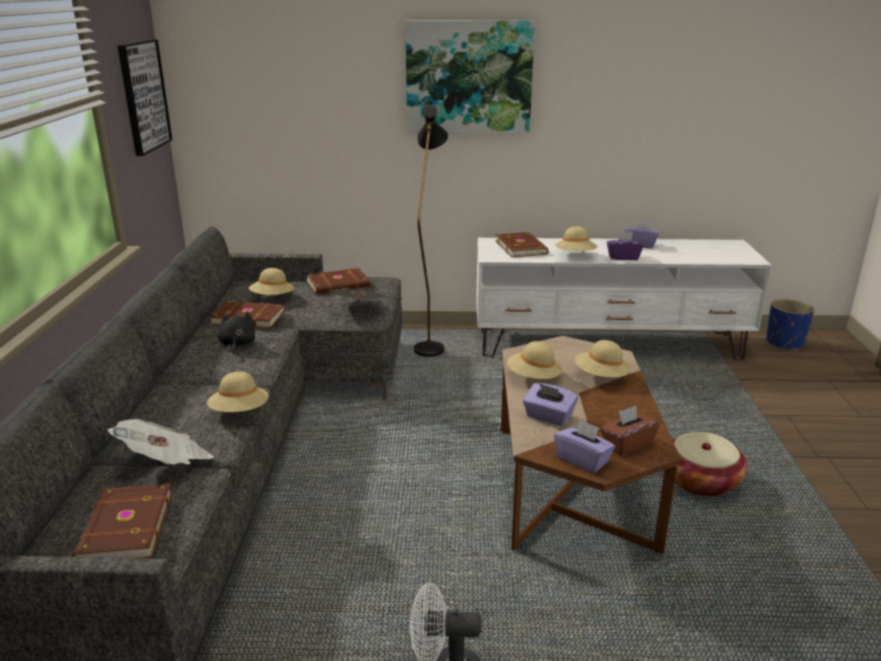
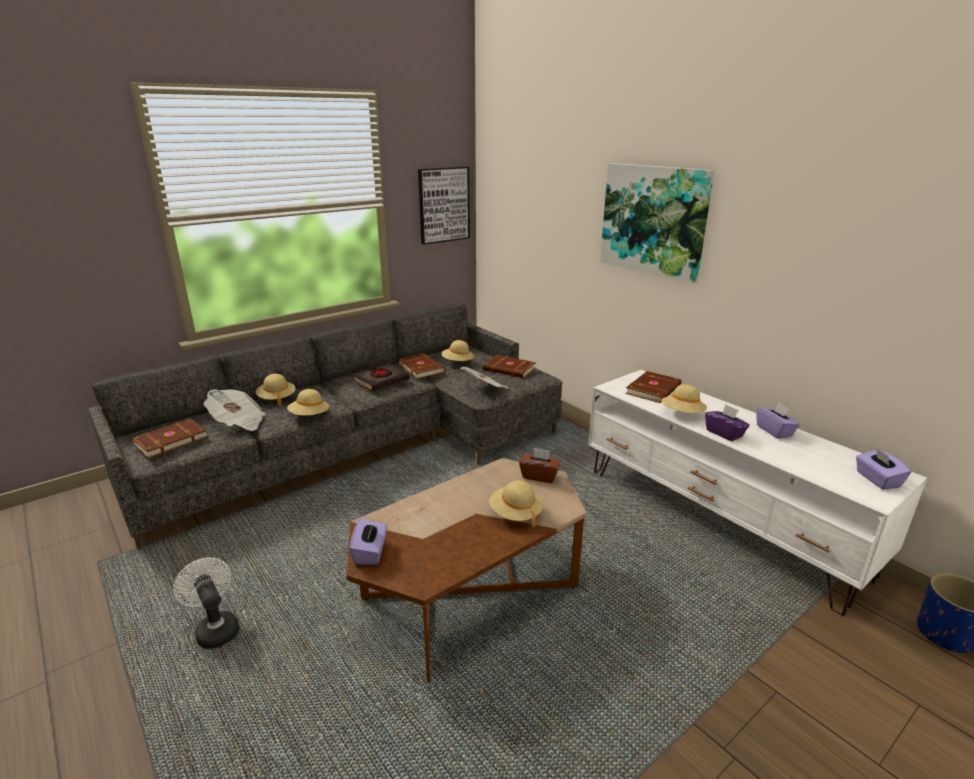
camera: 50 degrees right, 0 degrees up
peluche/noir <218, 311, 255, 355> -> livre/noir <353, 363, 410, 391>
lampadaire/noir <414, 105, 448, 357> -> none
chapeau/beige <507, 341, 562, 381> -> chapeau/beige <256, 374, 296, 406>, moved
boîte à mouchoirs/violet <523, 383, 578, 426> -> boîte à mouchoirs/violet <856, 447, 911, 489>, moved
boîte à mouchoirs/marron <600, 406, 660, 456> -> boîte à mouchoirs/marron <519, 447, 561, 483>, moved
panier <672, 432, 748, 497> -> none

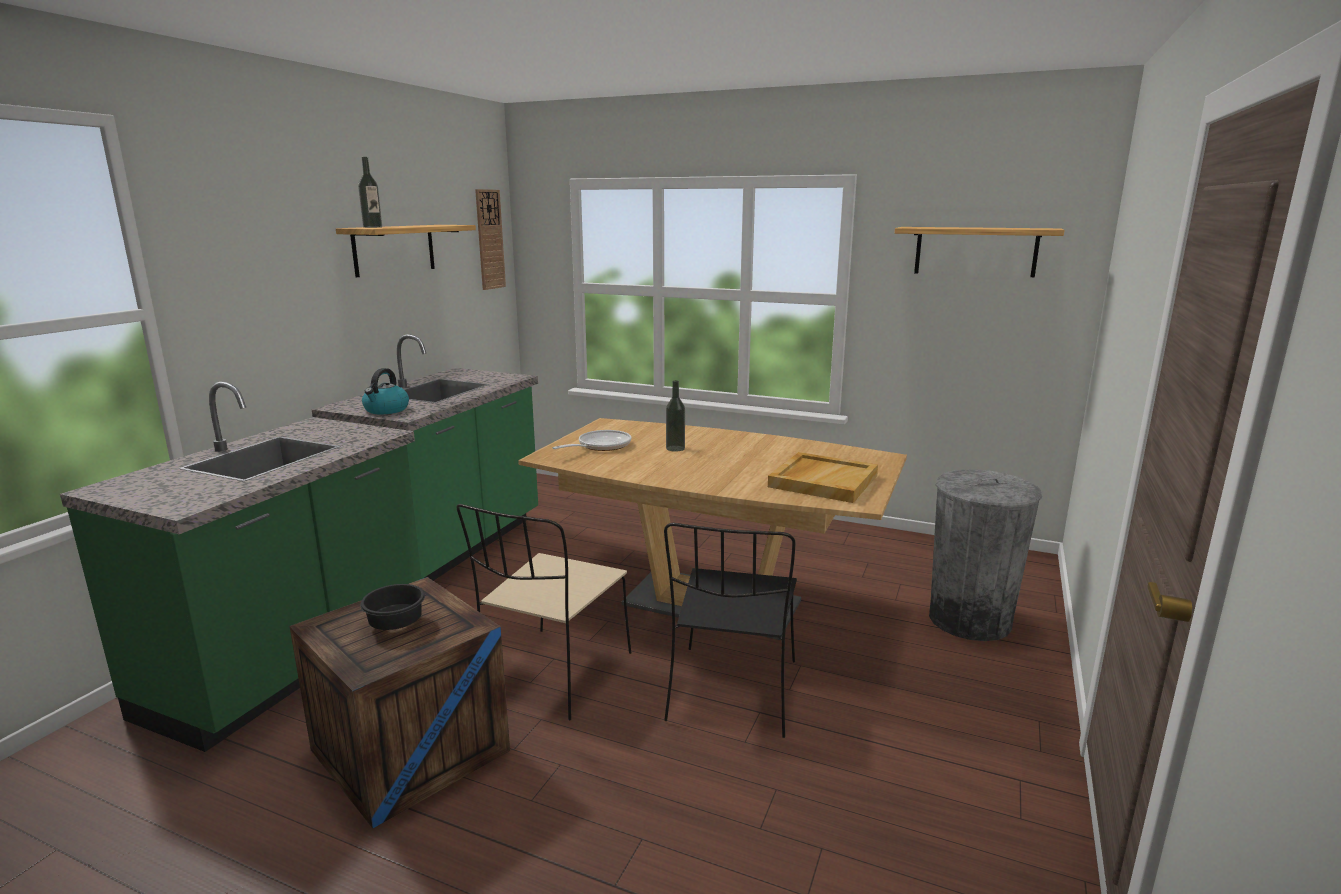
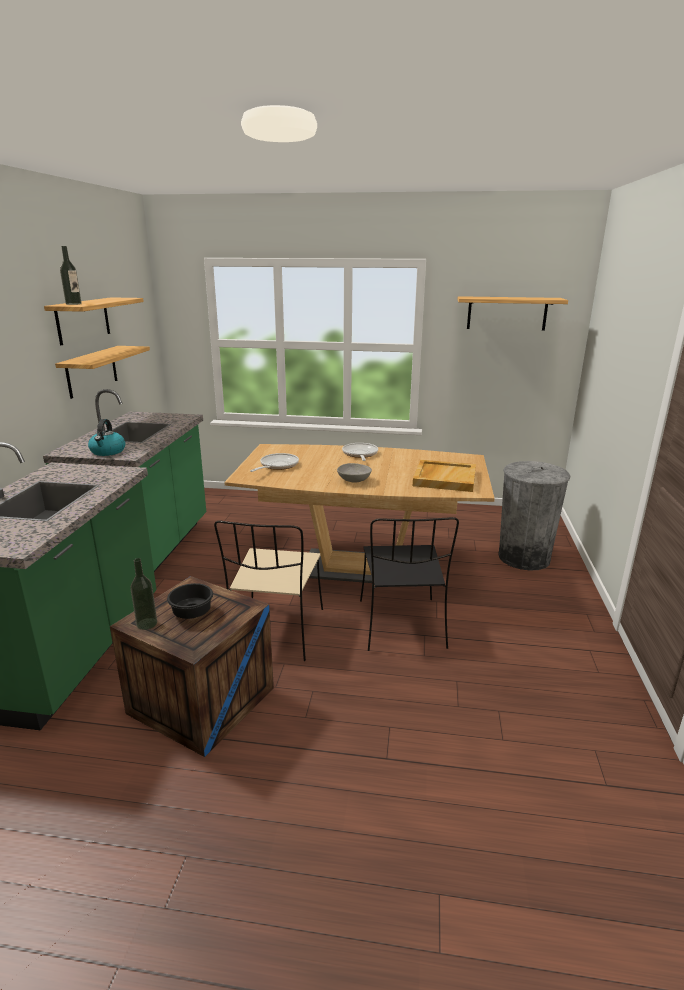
camera: 15 degrees left, 5 degrees up
horloge murale <475, 189, 506, 290> -> none
bouteille <666, 380, 685, 452> -> bouteille <131, 558, 157, 630>, moved
none -> étagère <55, 346, 150, 399>
none -> bol/gris <337, 463, 372, 483>
none -> poêle <342, 443, 378, 461>

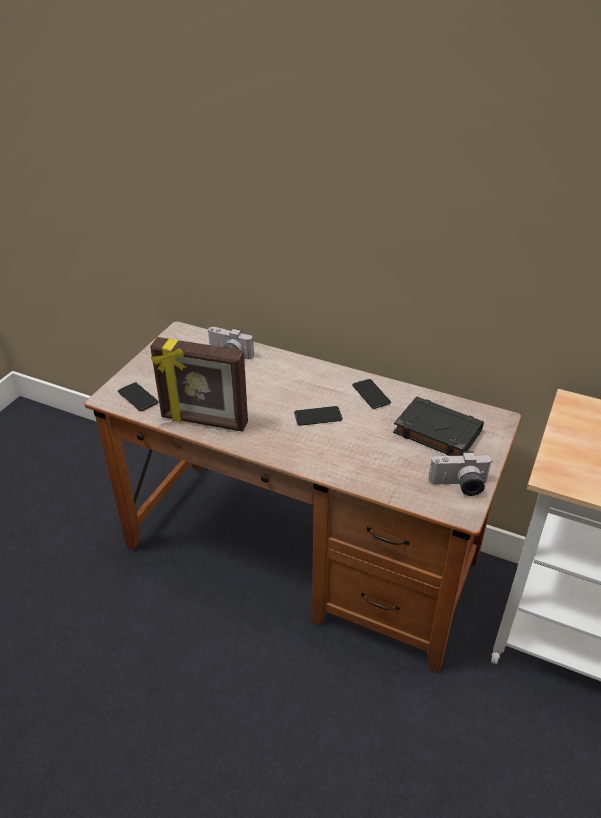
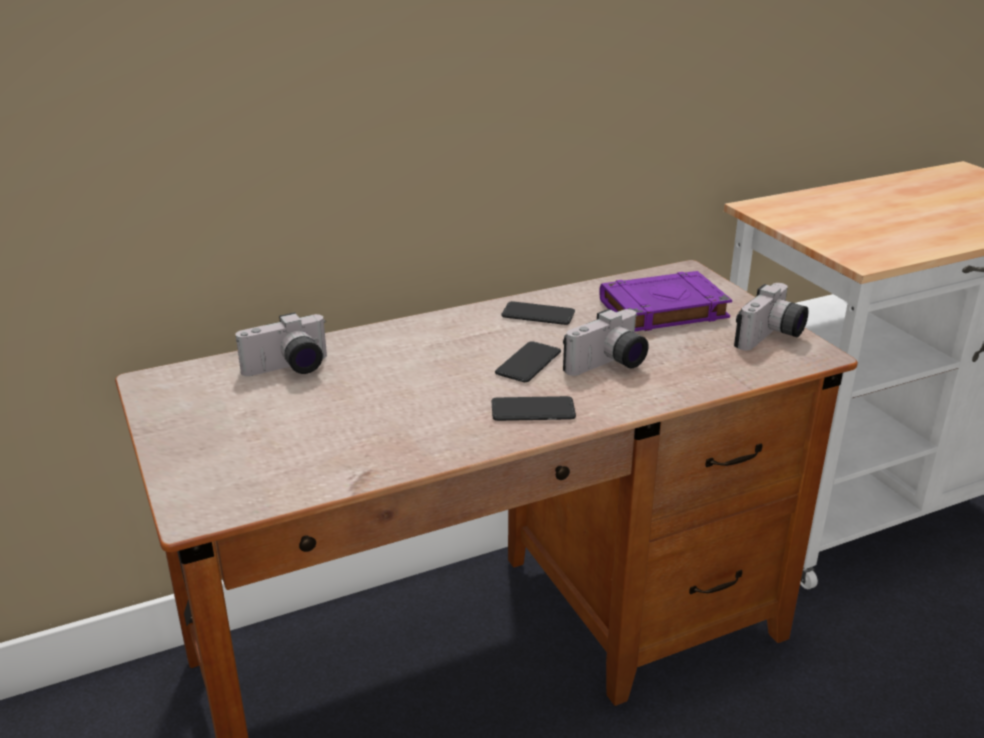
camera: 50 degrees left, 10 degrees down
téléphone <118, 382, 159, 411> -> téléphone <491, 396, 576, 421>, moved
cadre photo <150, 337, 248, 432> -> none
livre/noir <393, 396, 484, 456> -> livre/violet <599, 271, 732, 331>
none -> appareil photo <563, 309, 649, 376>

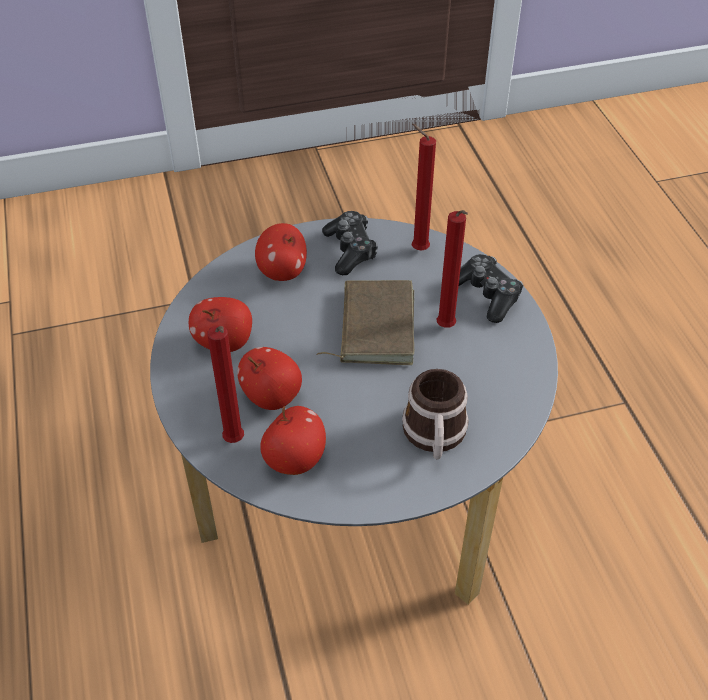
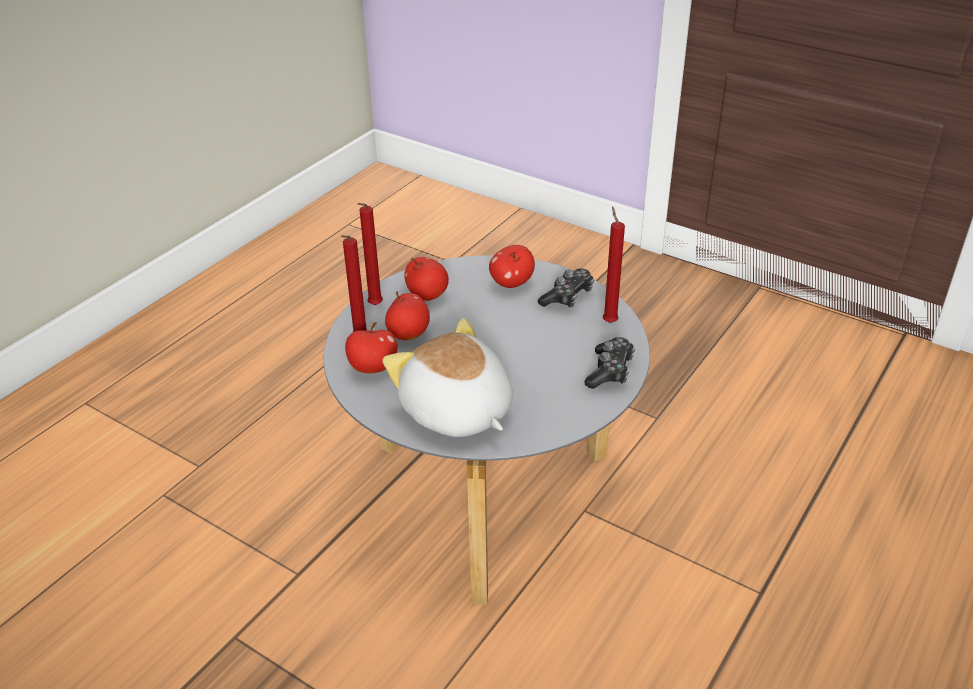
camera: 50 degrees right, 10 degrees down
livre/marron <317, 280, 414, 365> -> none
mug <402, 369, 469, 460> -> peluche <382, 318, 513, 437>
bougie/rouge <437, 210, 468, 328> -> bougie/rouge <357, 203, 383, 305>, moved

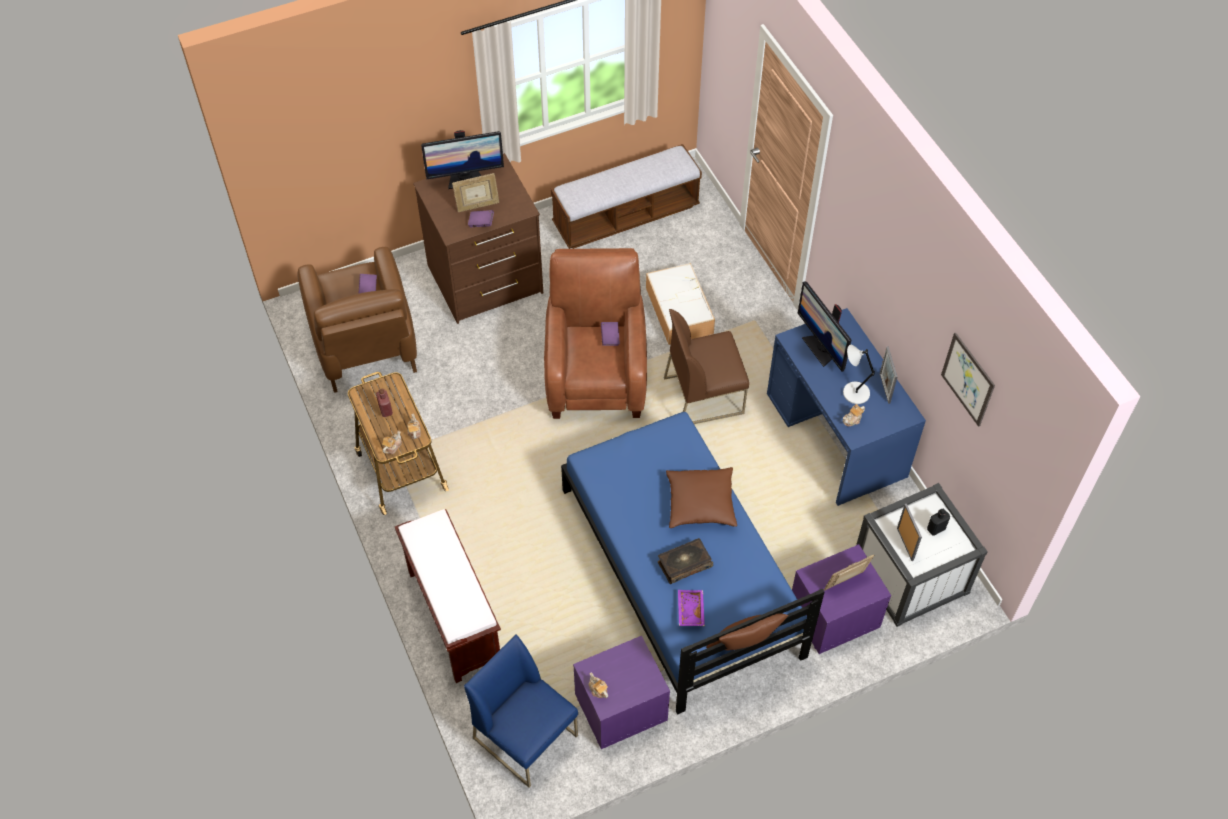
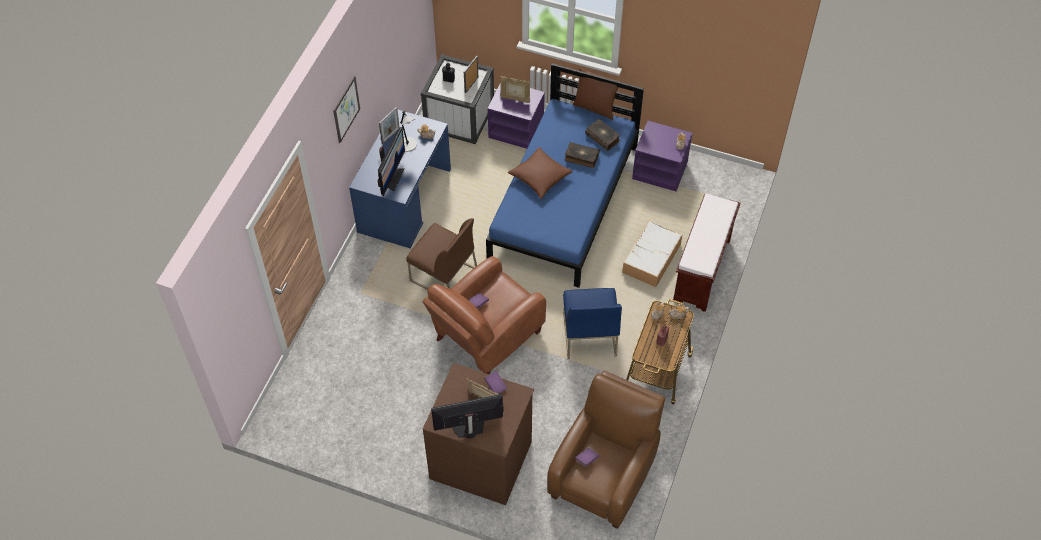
camera: 135 degrees left, 0 degrees up
écran d'ordinateur <421, 130, 504, 189> -> écran d'ordinateur <431, 394, 504, 438>, 45 degrees counterclockwise
chaise/bleu <464, 634, 578, 788> -> chaise/bleu <563, 288, 622, 359>, moved
banc <550, 144, 702, 249> -> none
boîte de rangement <646, 263, 715, 345> -> boîte de rangement <622, 220, 683, 287>, moved
plateau/violet <678, 590, 705, 626> -> livre <585, 119, 620, 151>
tableau <941, 332, 995, 427> -> tableau <333, 76, 360, 143>, moved

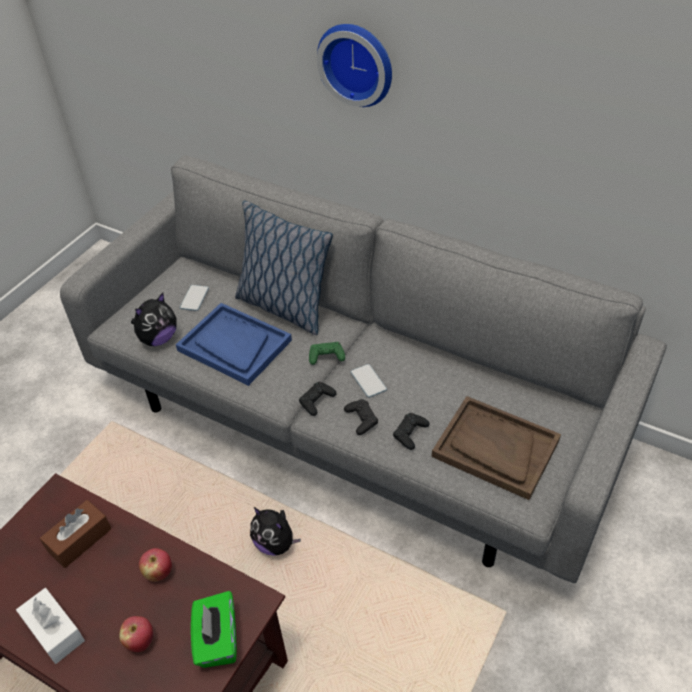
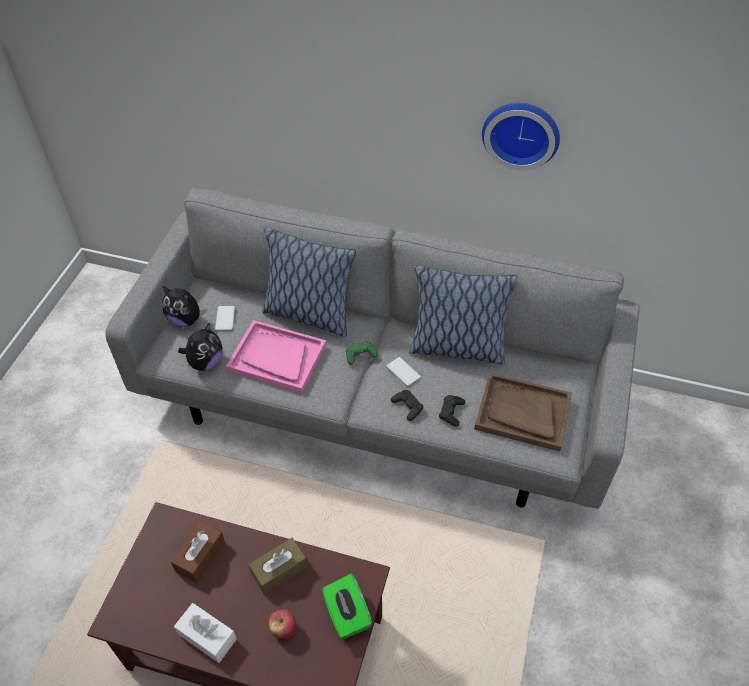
camera: 15 degrees left, 5 degrees up
pomme <139, 548, 172, 582> -> boîte à mouchoirs/marron <249, 538, 307, 594>
plateau/bleu <176, 303, 292, 386> -> plateau/rose <226, 320, 326, 393>
peluche <250, 507, 301, 556> -> peluche <162, 286, 207, 327>, moved
manette/noir <299, 382, 336, 416> -> none
horloge murale <317, 24, 392, 107> -> horloge murale <482, 103, 560, 171>, moved
none -> coussin <409, 265, 517, 365>

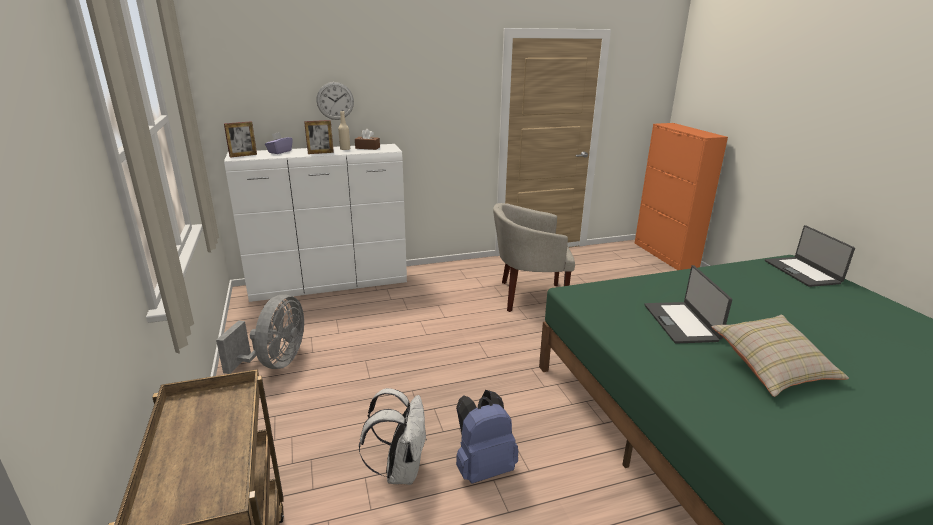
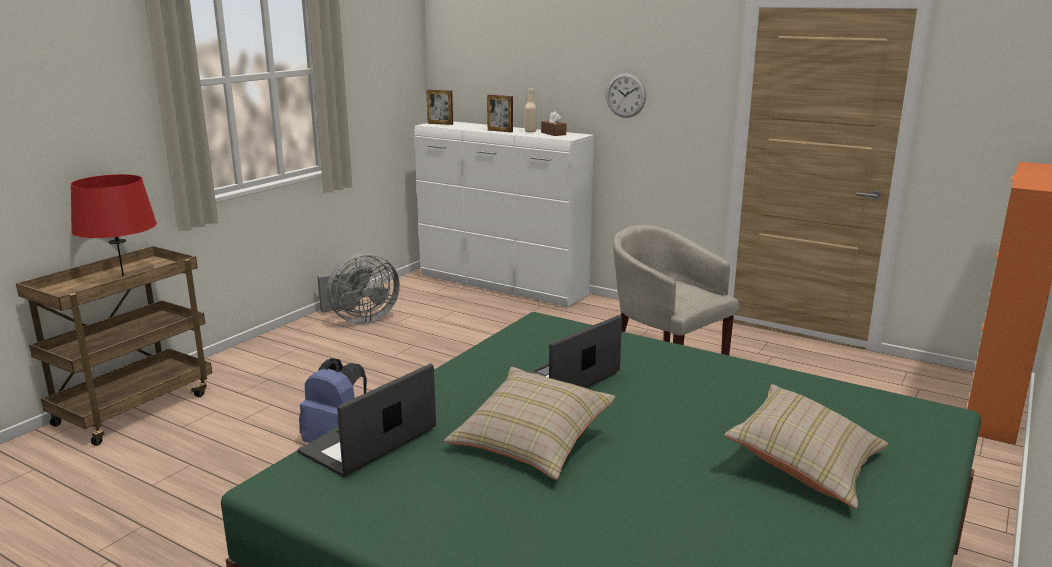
camera: 50 degrees right, 5 degrees down
boîte à mouchoirs/violet <265, 132, 293, 154> -> none
horloge murale <316, 82, 354, 120> -> horloge murale <606, 73, 646, 118>, moved
sac à dos/blanc <359, 388, 427, 485> -> none
ordinateur portable <765, 225, 855, 287> -> ordinateur portable <298, 364, 436, 477>, moved
none -> lampe de table/rouge <70, 174, 157, 276>
none -> coussin/beige <724, 384, 888, 509>

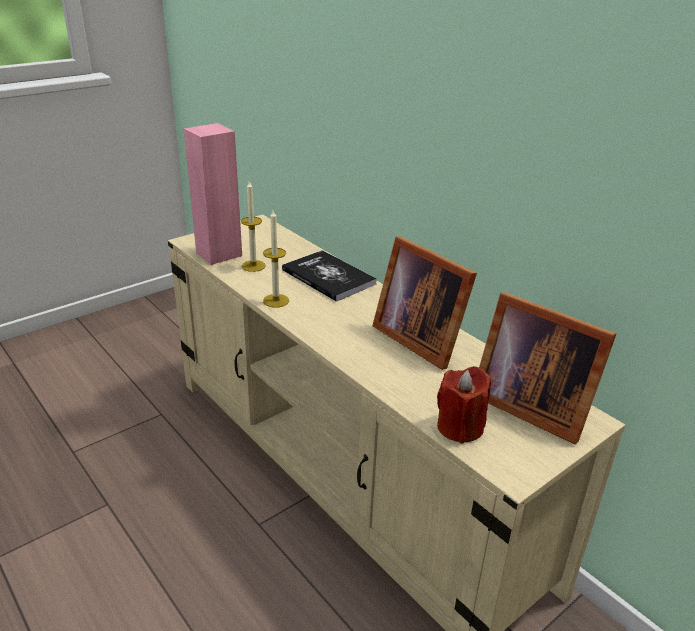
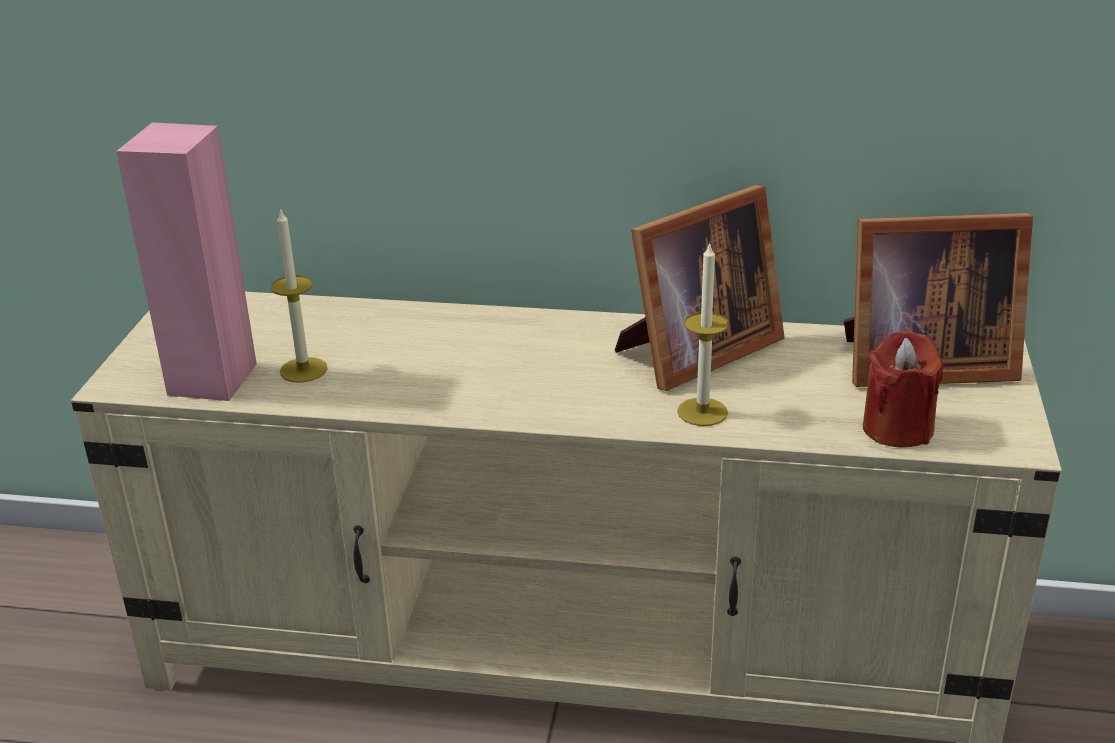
camera: 40 degrees left, 0 degrees up
bougie <263, 210, 289, 308> -> bougie <677, 242, 729, 426>, moved
livre <282, 250, 377, 302> -> none
cadre photo <372, 237, 477, 370> -> cadre photo <615, 185, 785, 391>, 45 degrees counterclockwise

